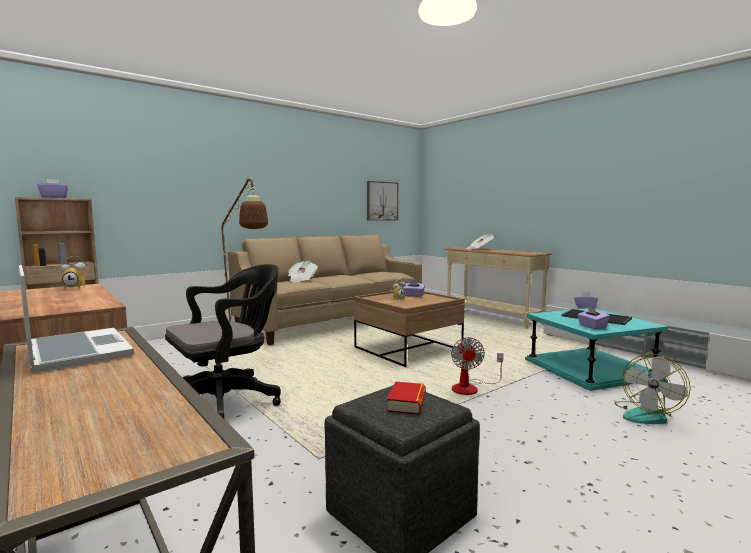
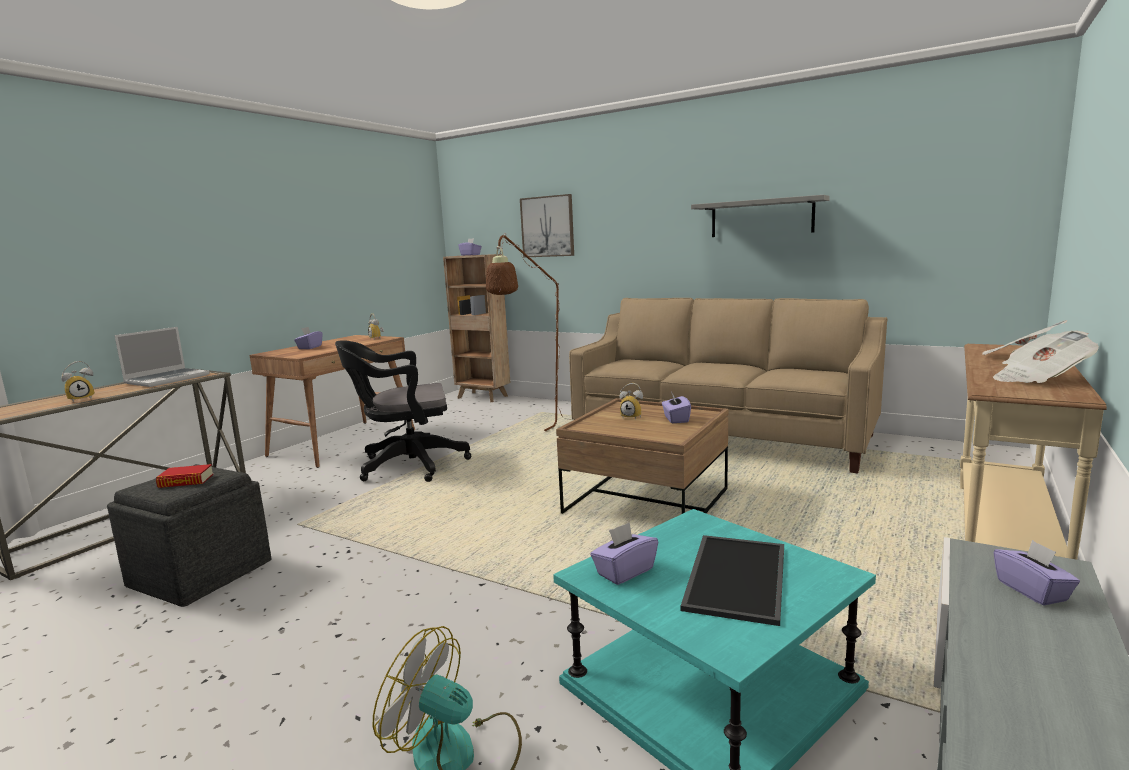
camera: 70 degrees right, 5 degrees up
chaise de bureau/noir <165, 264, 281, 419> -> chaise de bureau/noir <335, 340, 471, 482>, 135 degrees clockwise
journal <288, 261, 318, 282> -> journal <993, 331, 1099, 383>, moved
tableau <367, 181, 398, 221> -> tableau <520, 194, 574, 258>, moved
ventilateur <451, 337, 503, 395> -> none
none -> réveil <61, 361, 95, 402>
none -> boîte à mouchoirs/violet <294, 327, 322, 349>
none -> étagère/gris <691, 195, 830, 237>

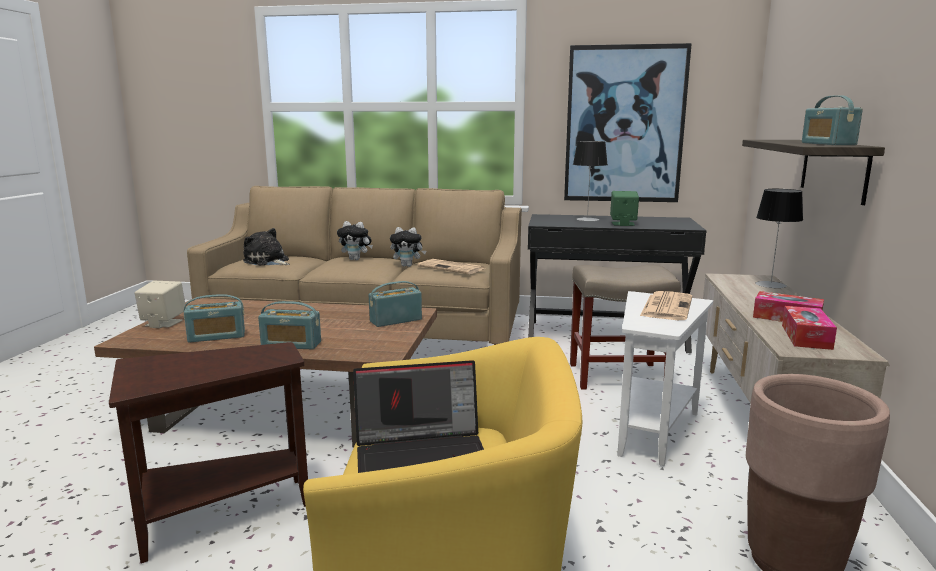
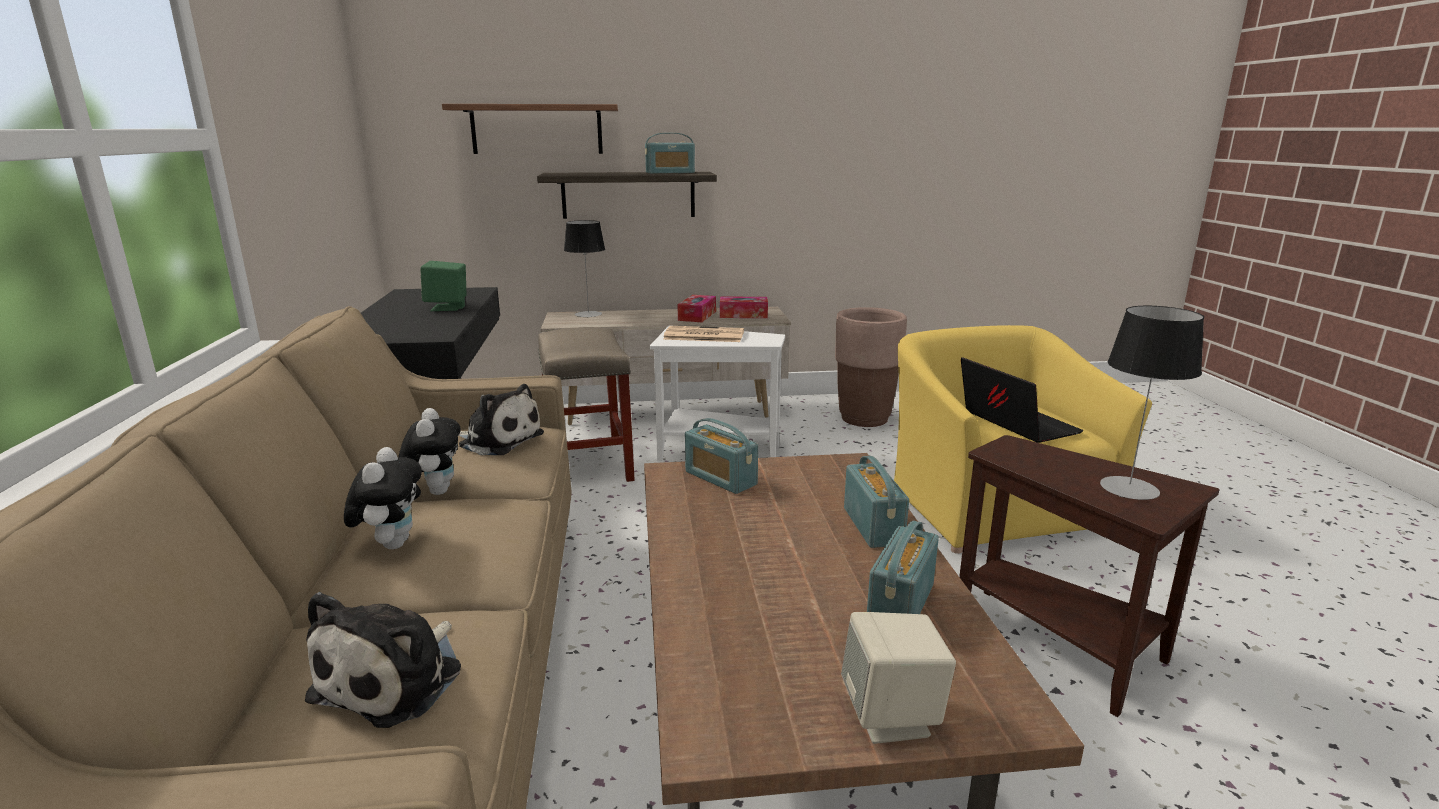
camera: 105 degrees left, 5 degrees up
radio <184, 294, 245, 343> -> radio <867, 520, 939, 614>, 120 degrees counterclockwise
journal <418, 259, 485, 274> -> peluche <459, 384, 544, 455>
tableau <564, 43, 692, 202> -> none
lampe de table <573, 141, 608, 221> -> lampe de table <1100, 306, 1204, 500>, moved
none -> étagère <442, 104, 618, 154>

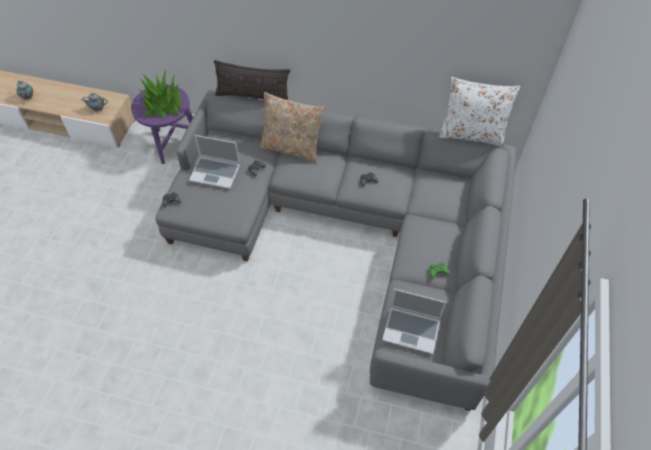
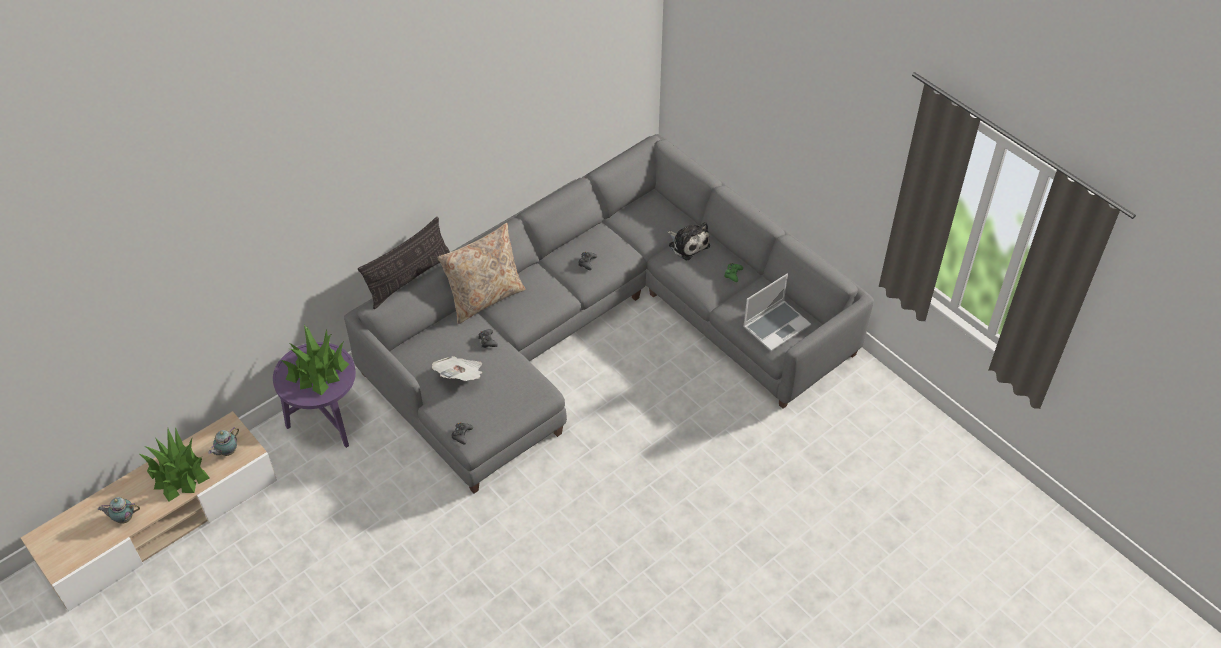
camera: 55 degrees left, 5 degrees down
ordinateur portable <189, 135, 240, 189> -> journal <432, 356, 482, 381>
coussin/blanc <438, 77, 521, 147> -> none
none -> plante en pot <138, 427, 210, 502>
none -> peluche <667, 222, 710, 260>

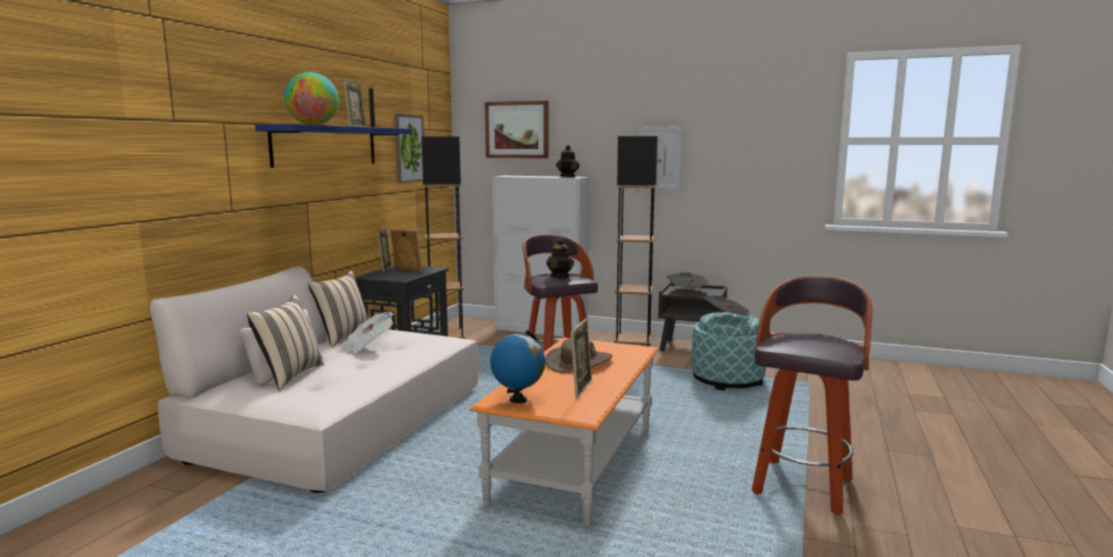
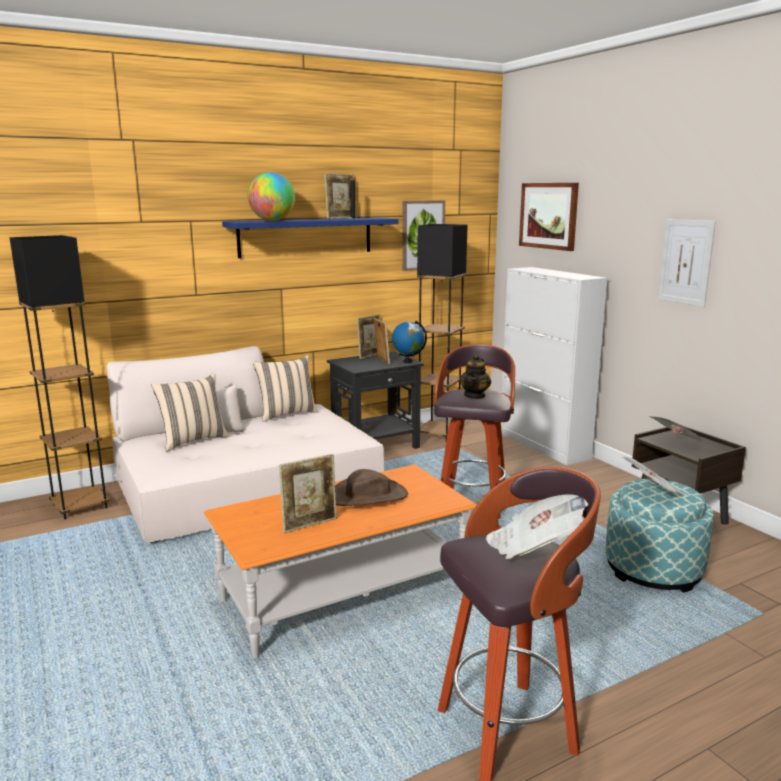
camera: 40 degrees right, 5 degrees up
journal <338, 312, 393, 352> -> journal <486, 494, 589, 559>, moved
globe <490, 330, 545, 403> -> globe <392, 321, 427, 363>, moved
théière <556, 145, 580, 177> -> none
lampadaire/noir <614, 136, 658, 347> -> lampadaire/noir <9, 235, 110, 520>, moved

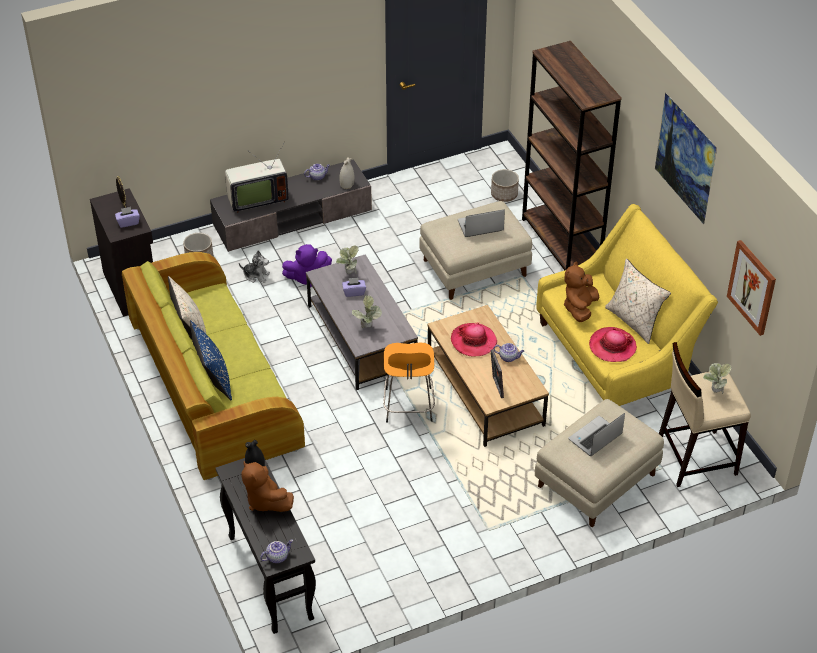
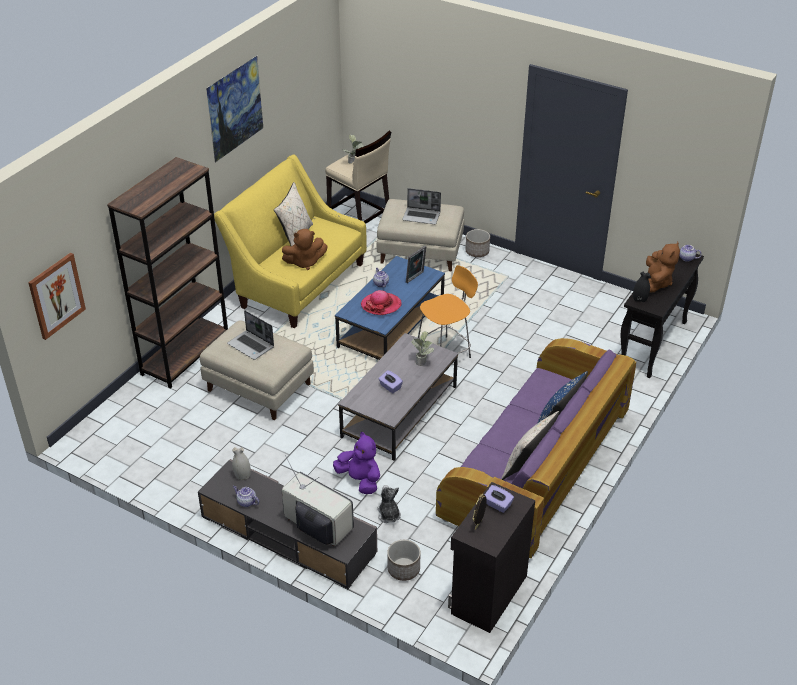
camera: 125 degrees left, 5 degrees down
canapé/vert <122, 252, 305, 480> -> canapé/violet <436, 338, 636, 558>
plante en pot <336, 245, 358, 274> -> none
table basse/marron <427, 305, 549, 447> -> table basse/bleu <335, 256, 445, 360>
cache-pot <491, 169, 519, 202> -> cache-pot <466, 229, 490, 257>, moved
chapeau <589, 327, 637, 362> -> none
tableau <727, 240, 776, 336> -> tableau <28, 253, 86, 340>, moved

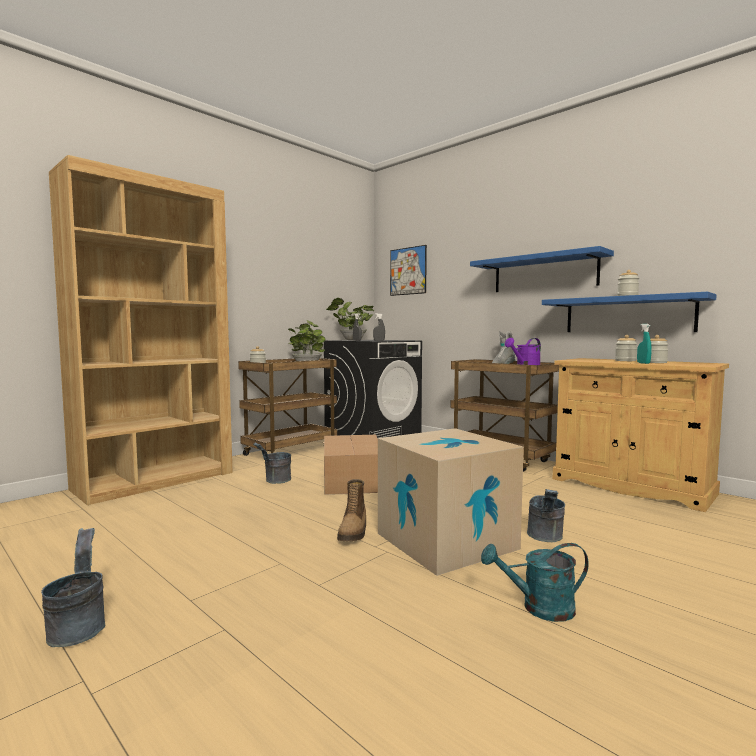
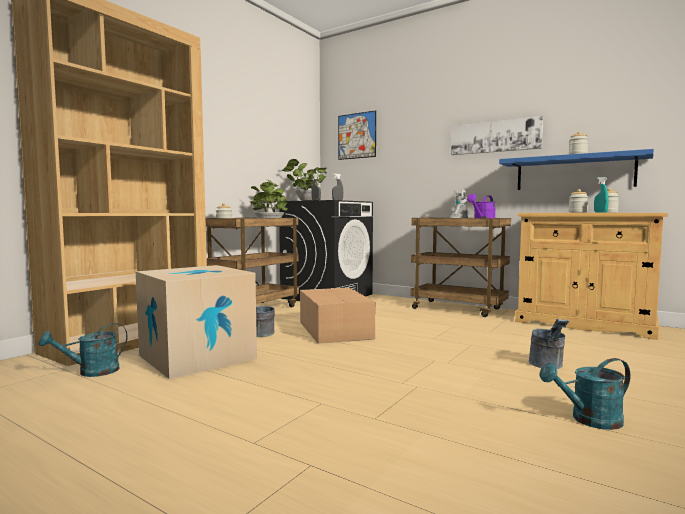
camera: 10 degrees left, 0 degrees up
seau/gris <41, 528, 105, 647> -> none
botte <337, 479, 366, 541> -> none
carton <378, 428, 524, 576> -> carton <136, 265, 257, 379>, moved
étagère/bleu <470, 246, 614, 292> -> tableau <451, 116, 543, 155>
none -> arrosoir/turquoise <39, 323, 128, 377>

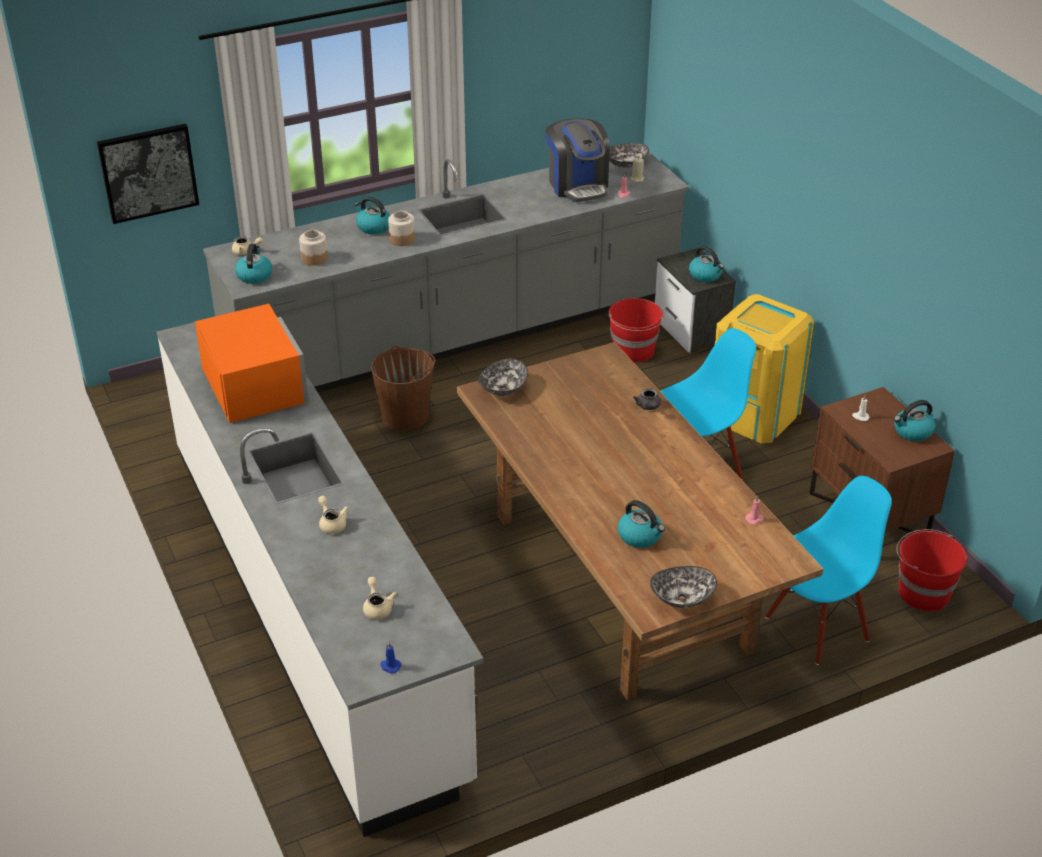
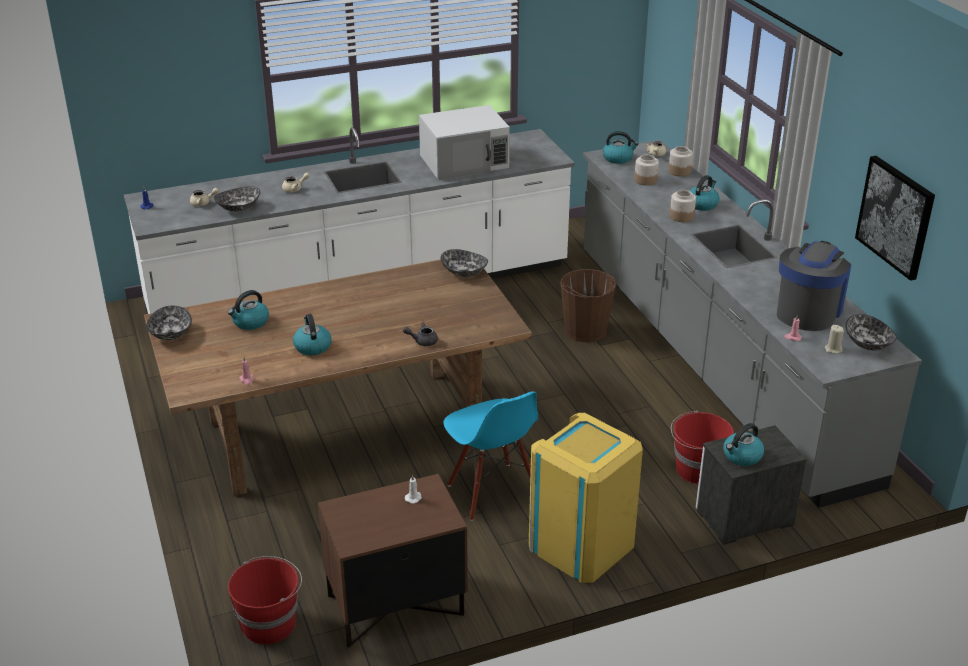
camera: 95 degrees right, 5 degrees down
tableau <97, 124, 199, 224> -> tableau <855, 156, 935, 281>, moved
micro-ondes/orange <195, 304, 309, 423> -> micro-ondes/blanc <419, 105, 510, 180>
machine à café <545, 119, 610, 202> -> machine à café <777, 241, 851, 331>, 135 degrees clockwise
chaise/bleu <765, 476, 892, 665> -> none
bouilloire <894, 400, 935, 441> -> bouilloire <293, 314, 331, 356>, moved
none -> bol <214, 186, 260, 212>
none -> bocal <668, 146, 693, 177>

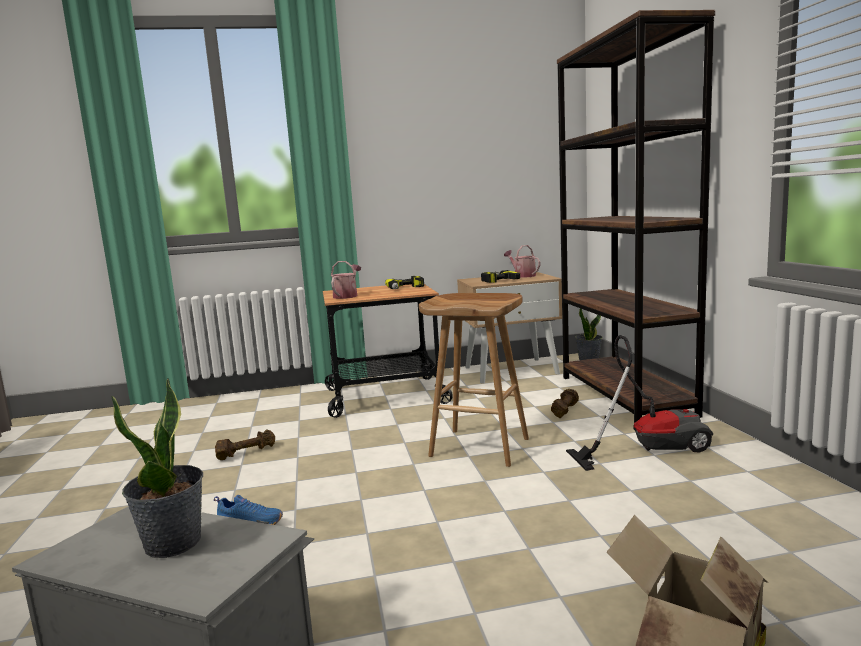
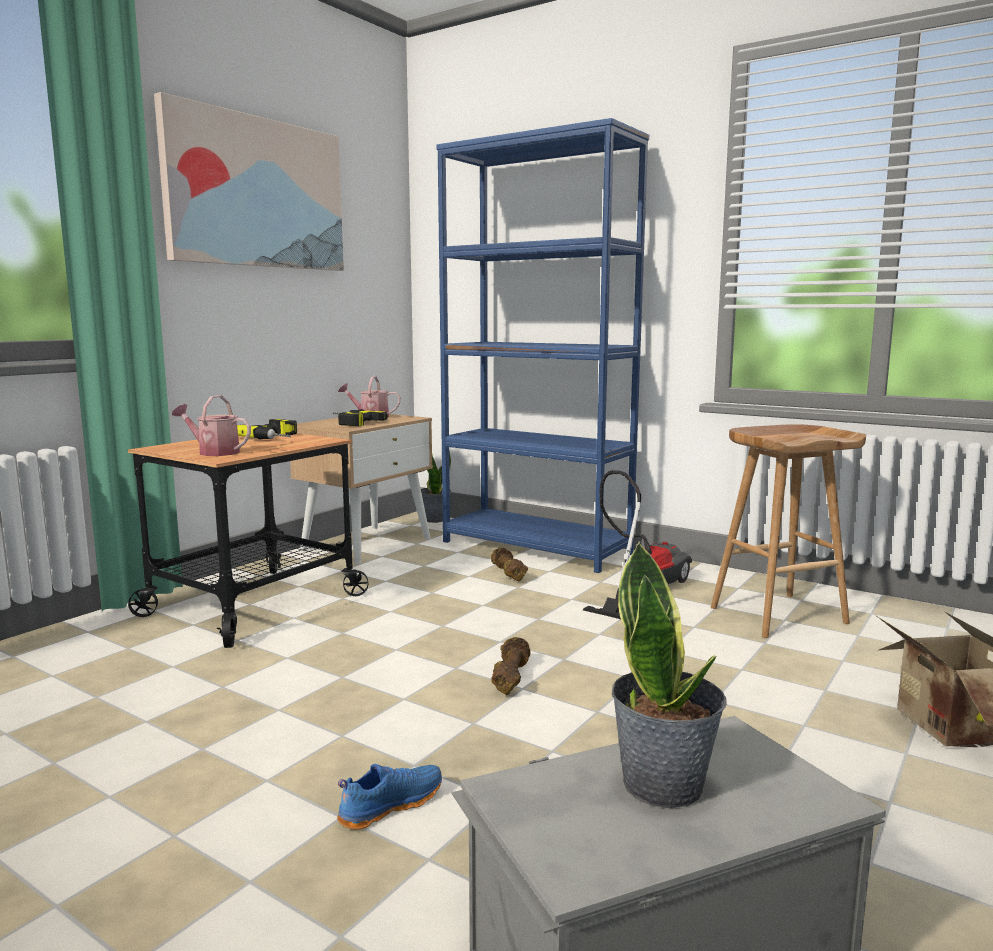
camera: 45 degrees left, 0 degrees up
haltère/marron <215, 429, 275, 460> -> haltère/marron <491, 637, 531, 695>, moved
arrosoir <331, 261, 361, 299> -> arrosoir <172, 395, 251, 456>, 45 degrees counterclockwise
tabouret/marron <419, 293, 529, 467> -> tabouret/marron <711, 424, 866, 638>, moved
bibliothèque/marron <557, 10, 716, 423> -> bibliothèque/bleu <436, 118, 649, 573>
none -> tableau <154, 92, 344, 271>

